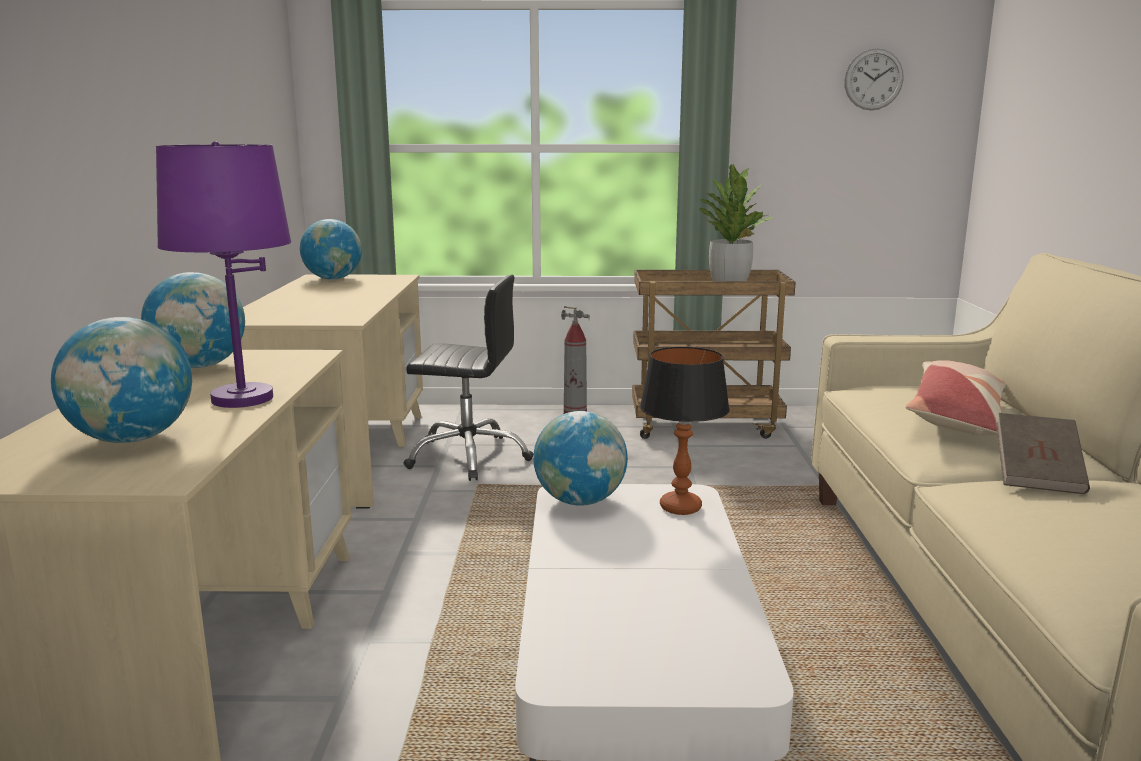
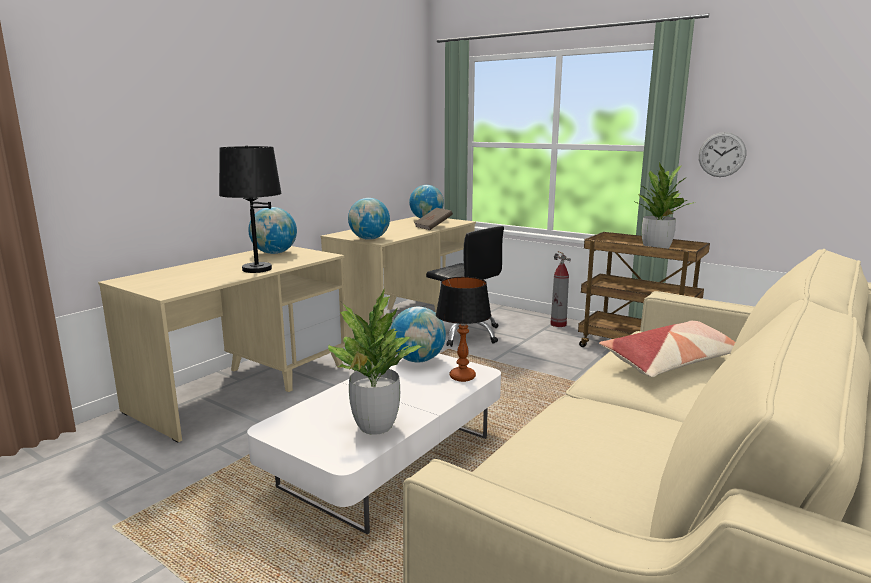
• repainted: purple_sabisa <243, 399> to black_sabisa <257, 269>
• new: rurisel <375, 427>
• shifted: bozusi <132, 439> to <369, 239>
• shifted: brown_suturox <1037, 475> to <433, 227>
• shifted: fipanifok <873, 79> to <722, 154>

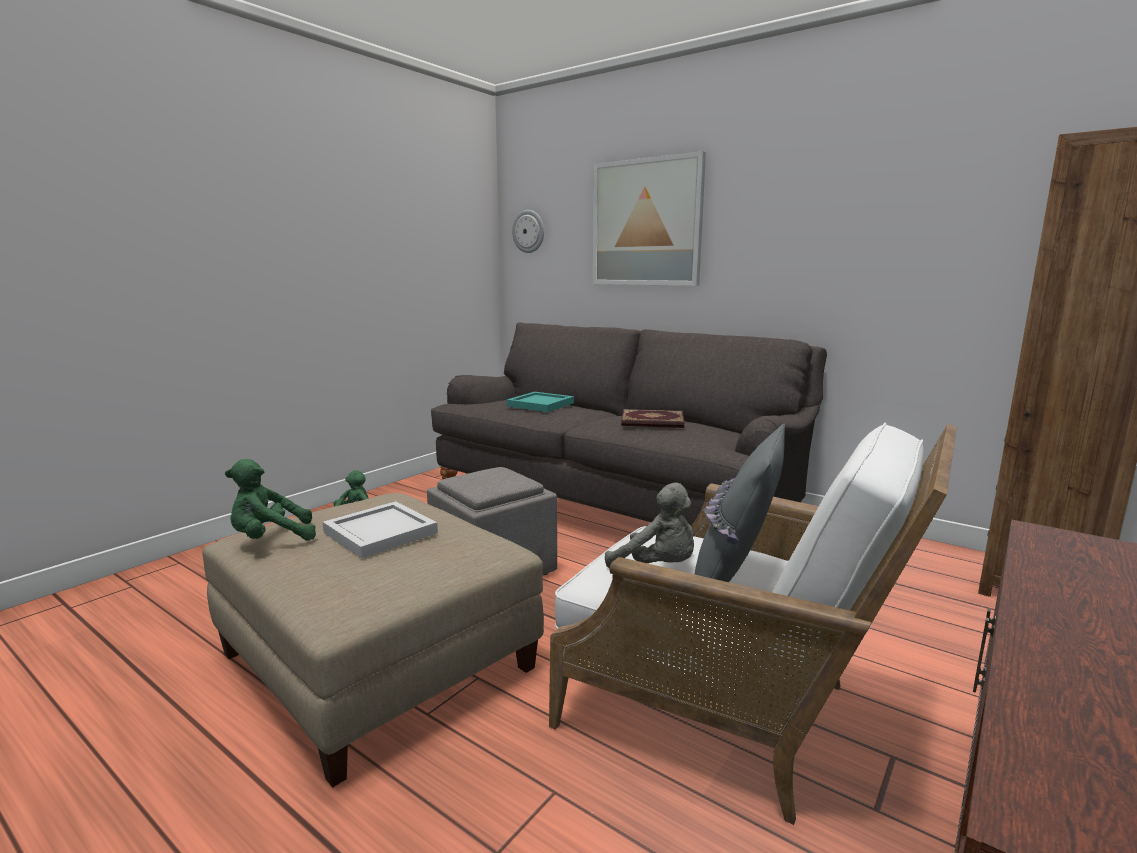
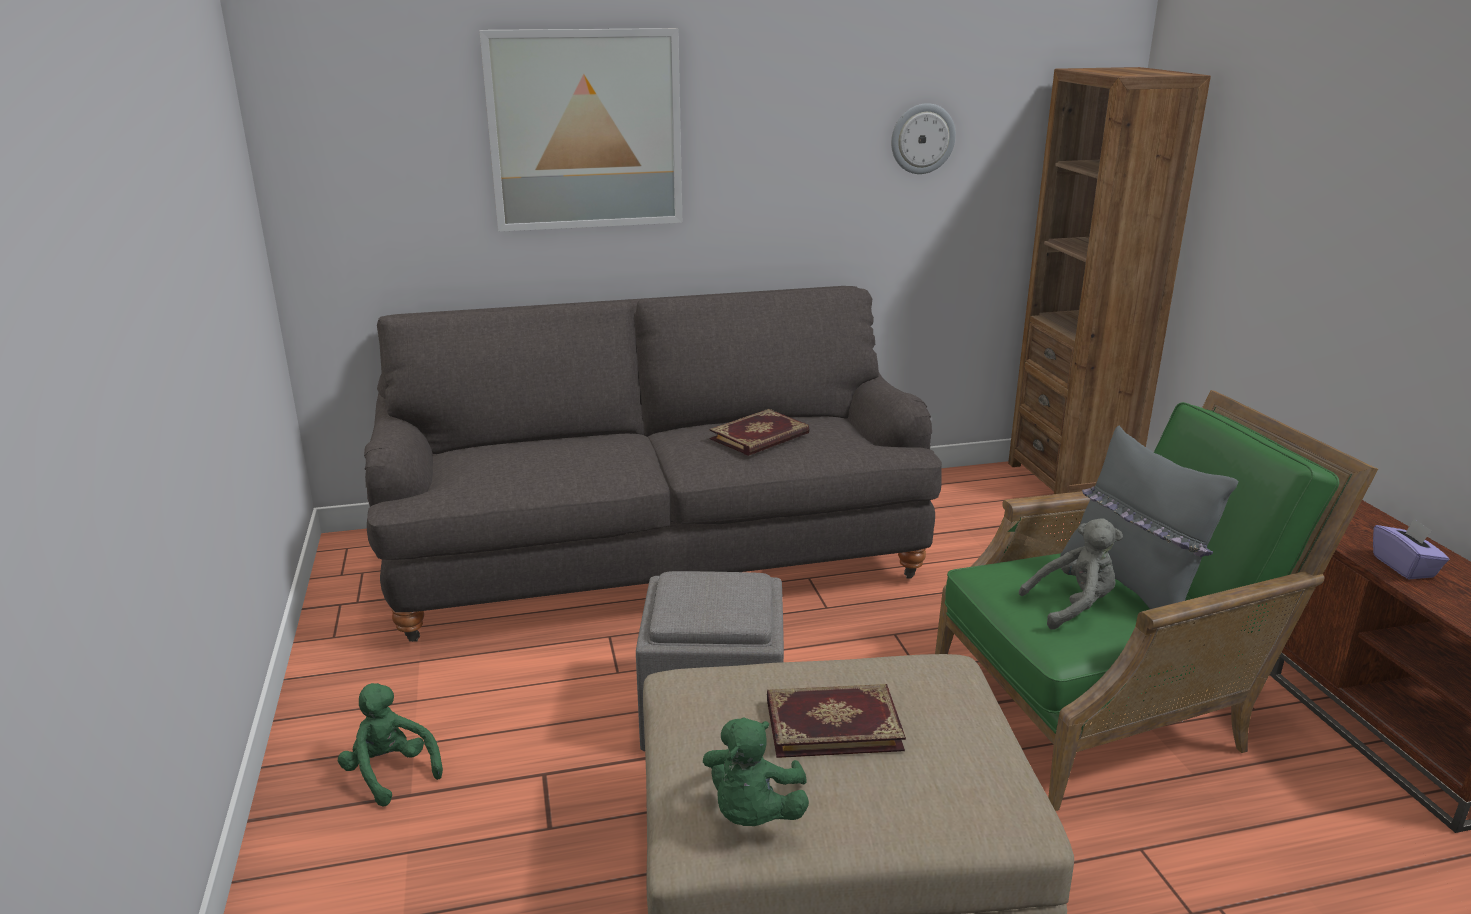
• swapped: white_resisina <382, 533> to suturox <833, 723>
• shifted: fipanifok <529, 231> to <922, 138>
• repainted: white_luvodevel <730, 712> to green_luvodevel <1108, 705>
• new: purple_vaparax <1404, 567>
• gone: turquoise_resisina <540, 405>

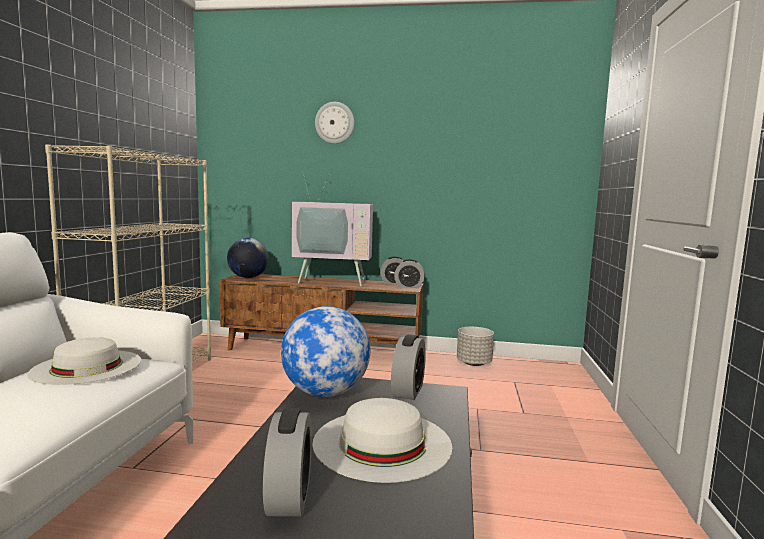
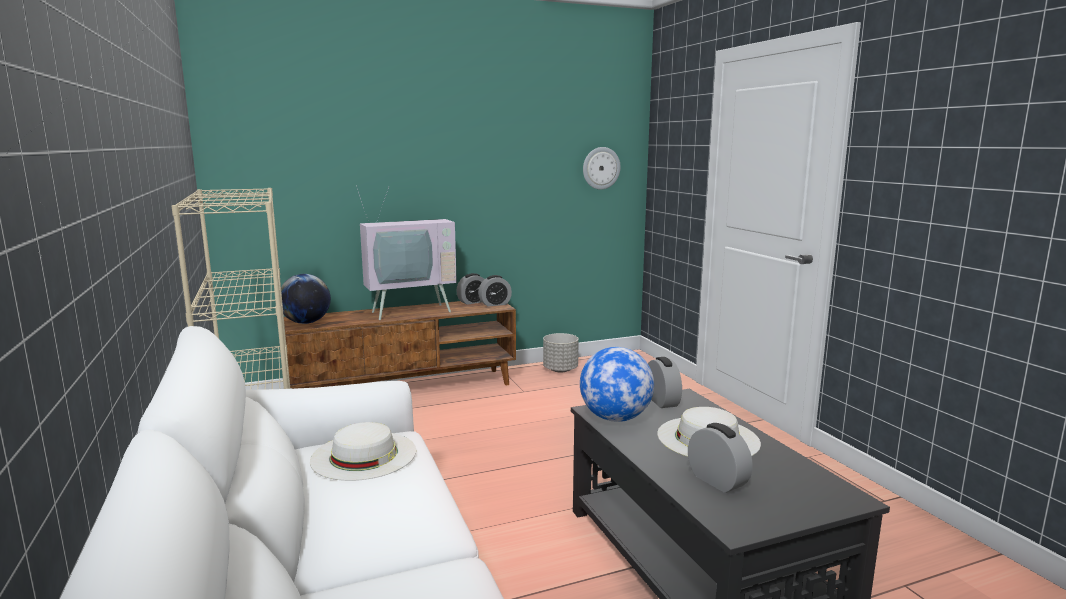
• shifted: fipanifok <334, 123> to <601, 168>

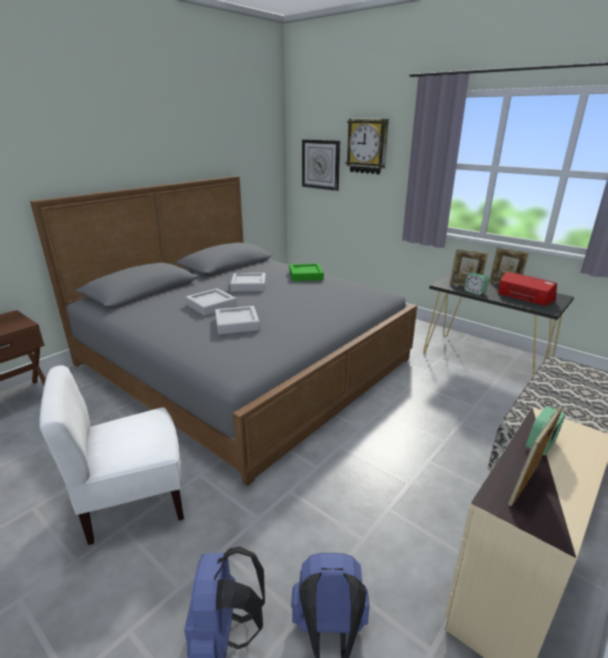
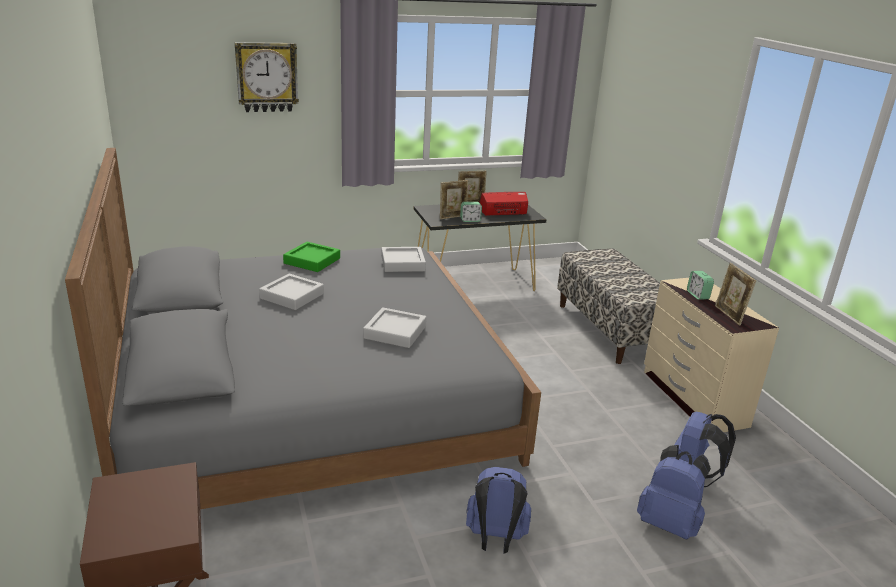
• shifted: grey_resisina <211, 305> to <403, 263>
• swapped: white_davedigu <133, 502> to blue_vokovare <495, 540>
• gone: fipanifok <321, 164>

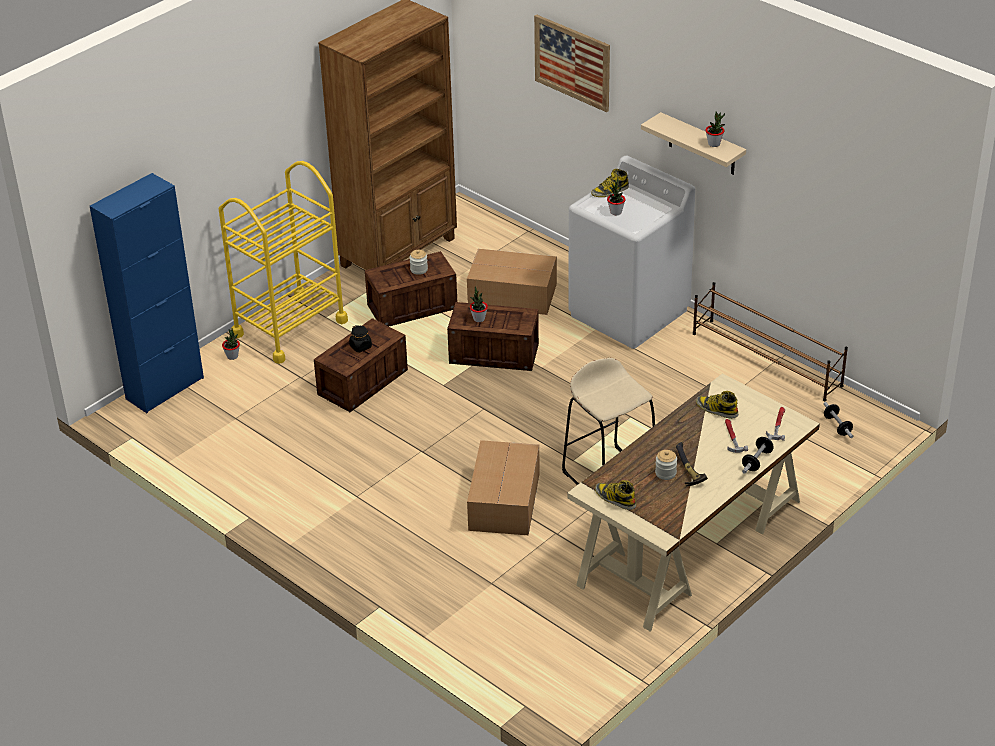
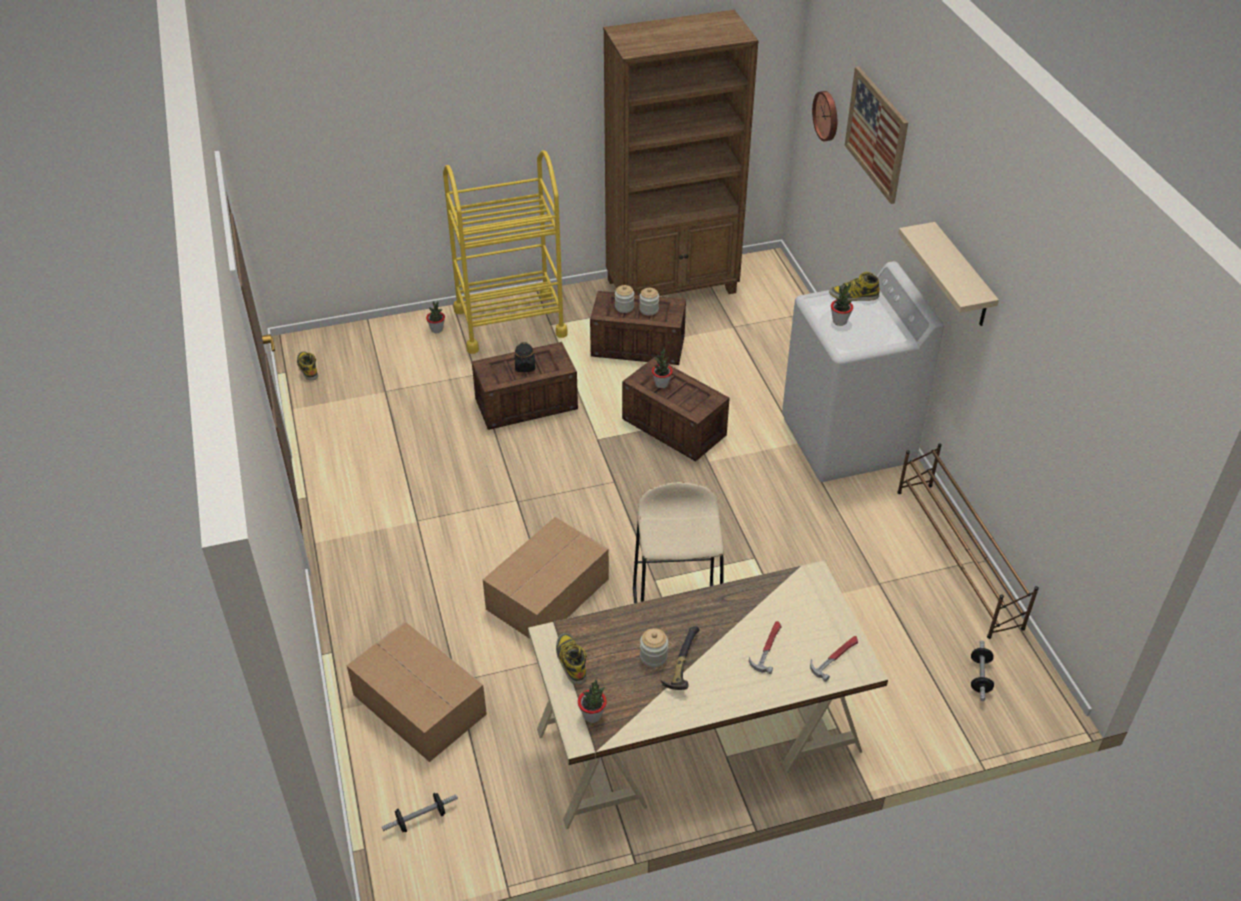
• shifted: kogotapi <716, 409> to <307, 368>
• shifted: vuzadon <513, 295> to <420, 706>
• shifted: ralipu <757, 461> to <421, 818>
• shifted: rurisel <714, 144> to <592, 715>
• new: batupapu <624, 307>
• new: fipanifok <827, 115>
• gone: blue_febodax <165, 388>

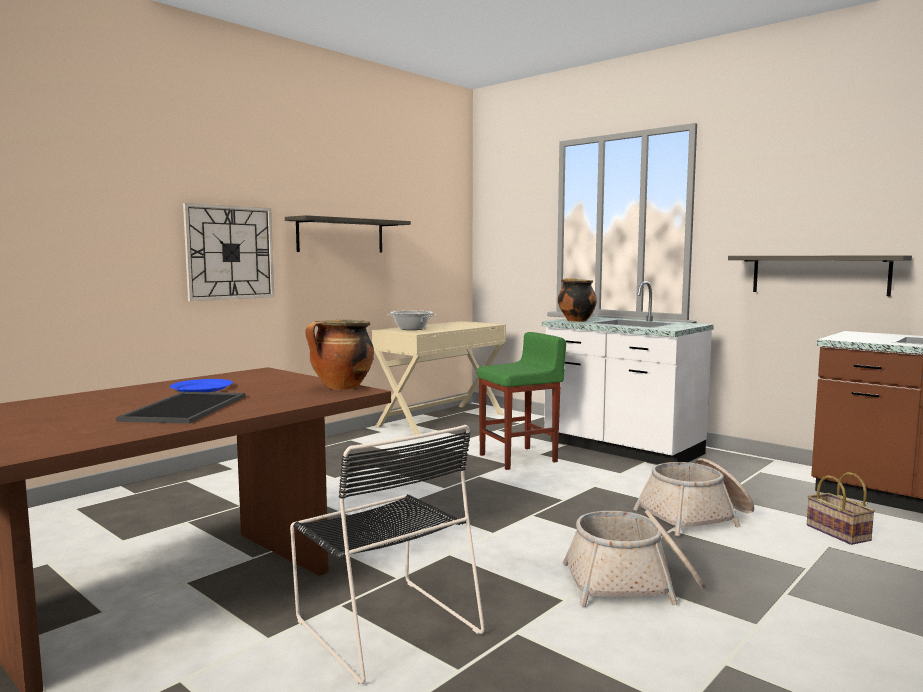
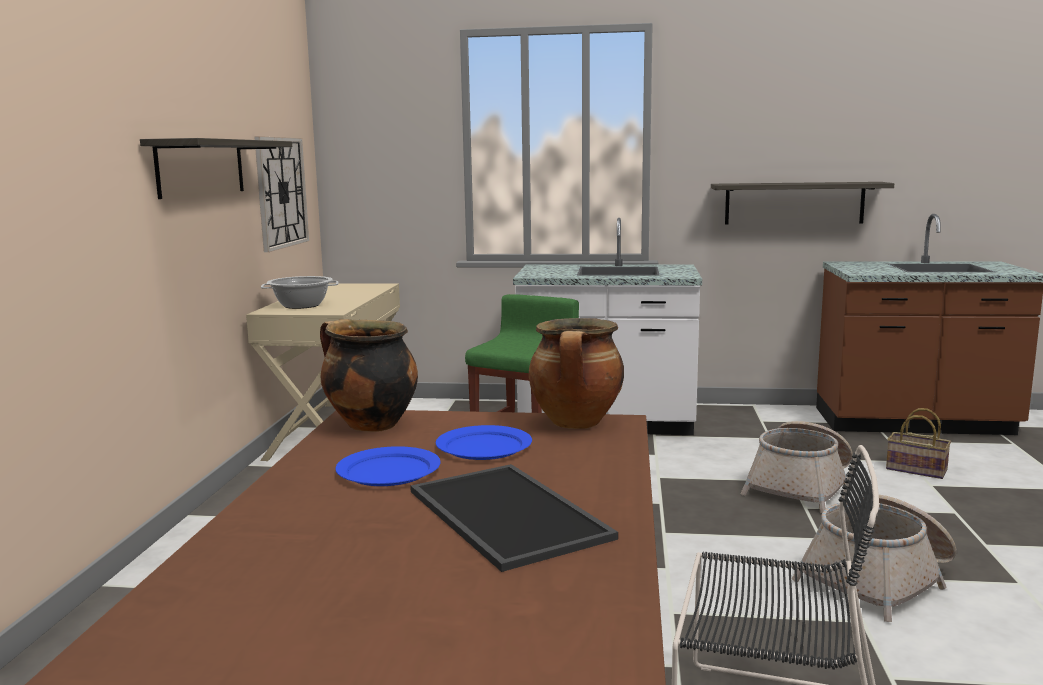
• shifted: fipanifok <230, 252> to <281, 192>
• shifted: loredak <575, 320> to <369, 425>
• new: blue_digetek <483, 447>

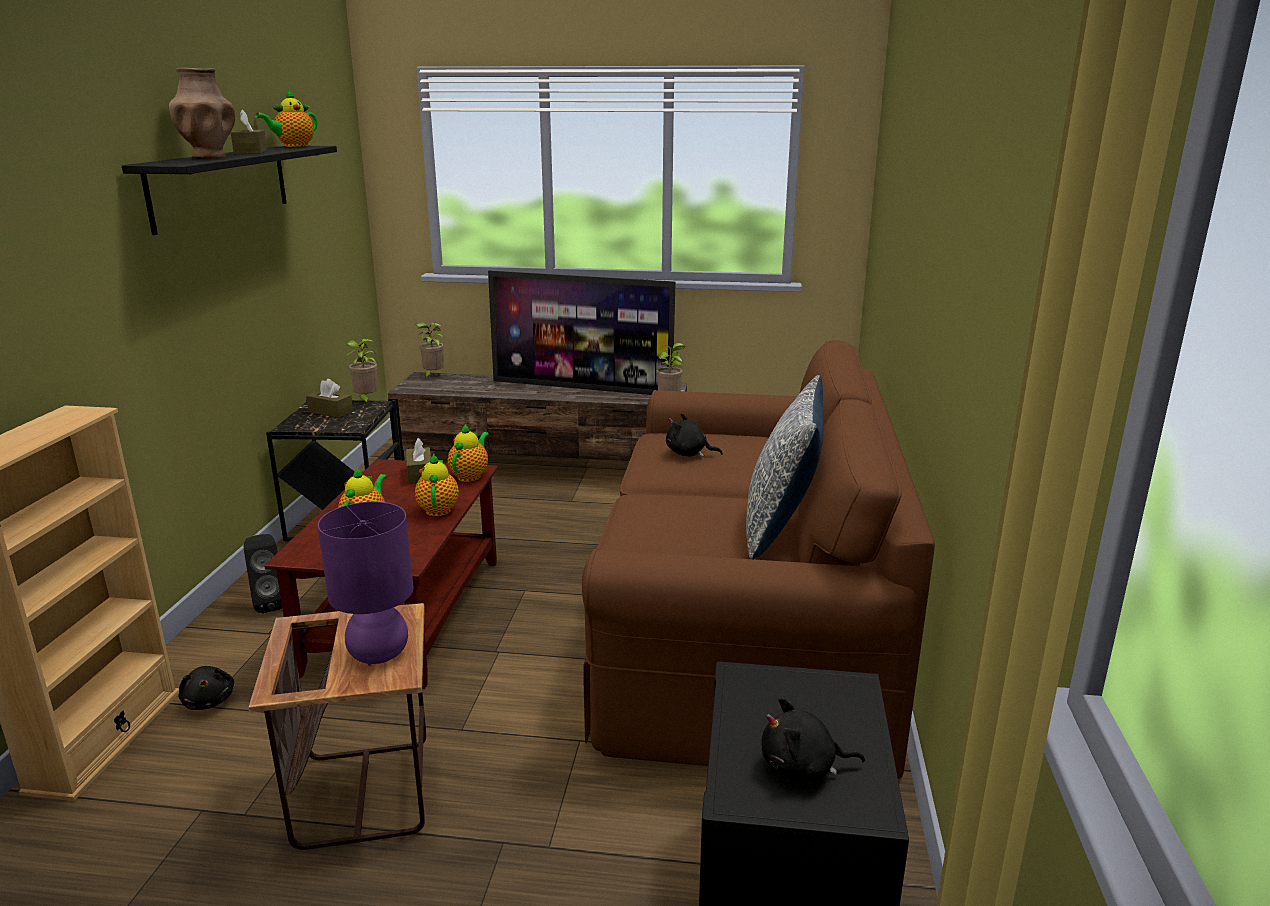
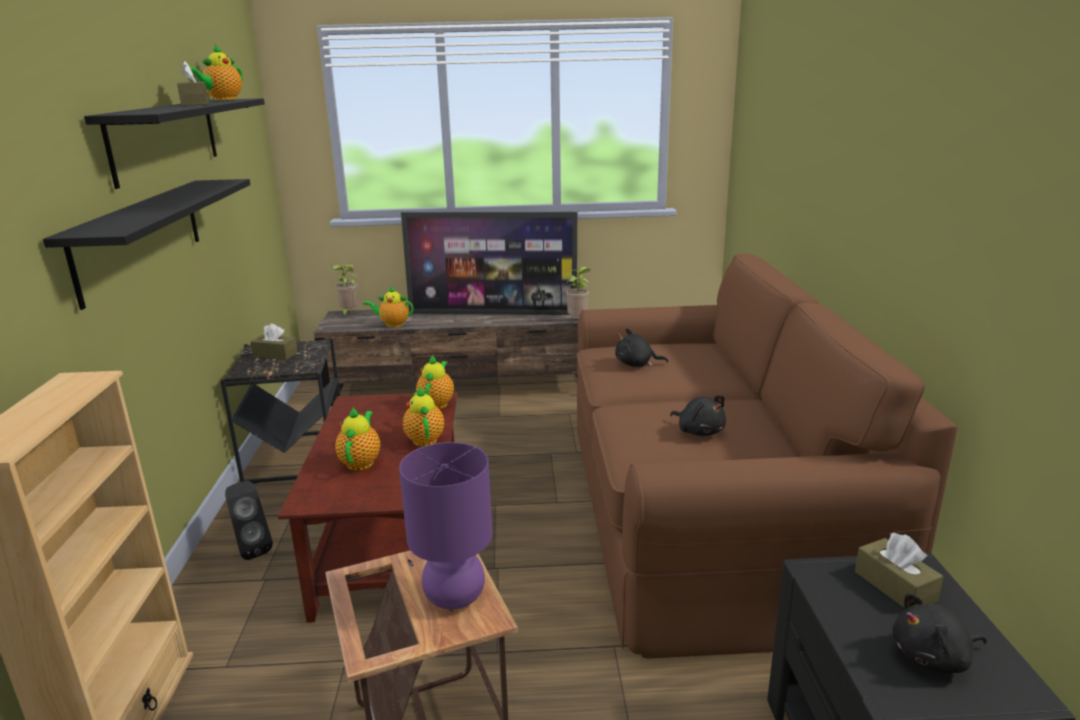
• new: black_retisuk <140, 237>
• new: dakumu <392, 324>
• shifted: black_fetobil <209, 701> to <699, 431>
• shifted: brown_vaparax <420, 474> to <895, 586>
• gone: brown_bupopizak <209, 157>
• gone: rurisel <366, 400>
• gone: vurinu <781, 527>

